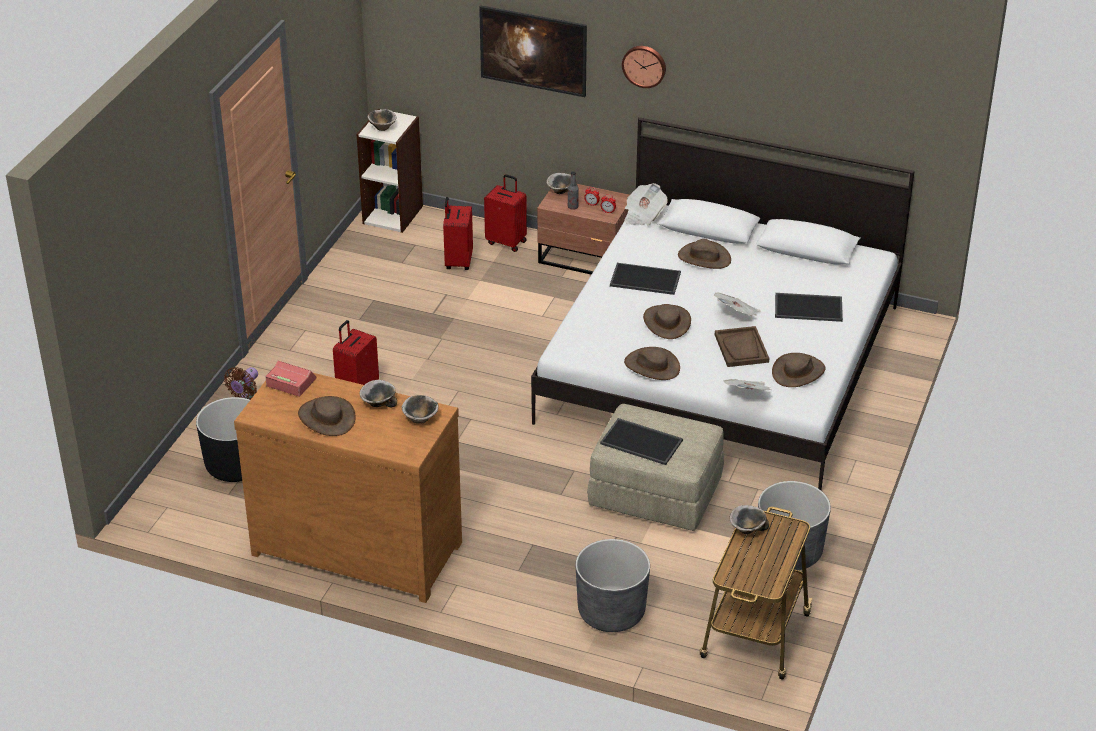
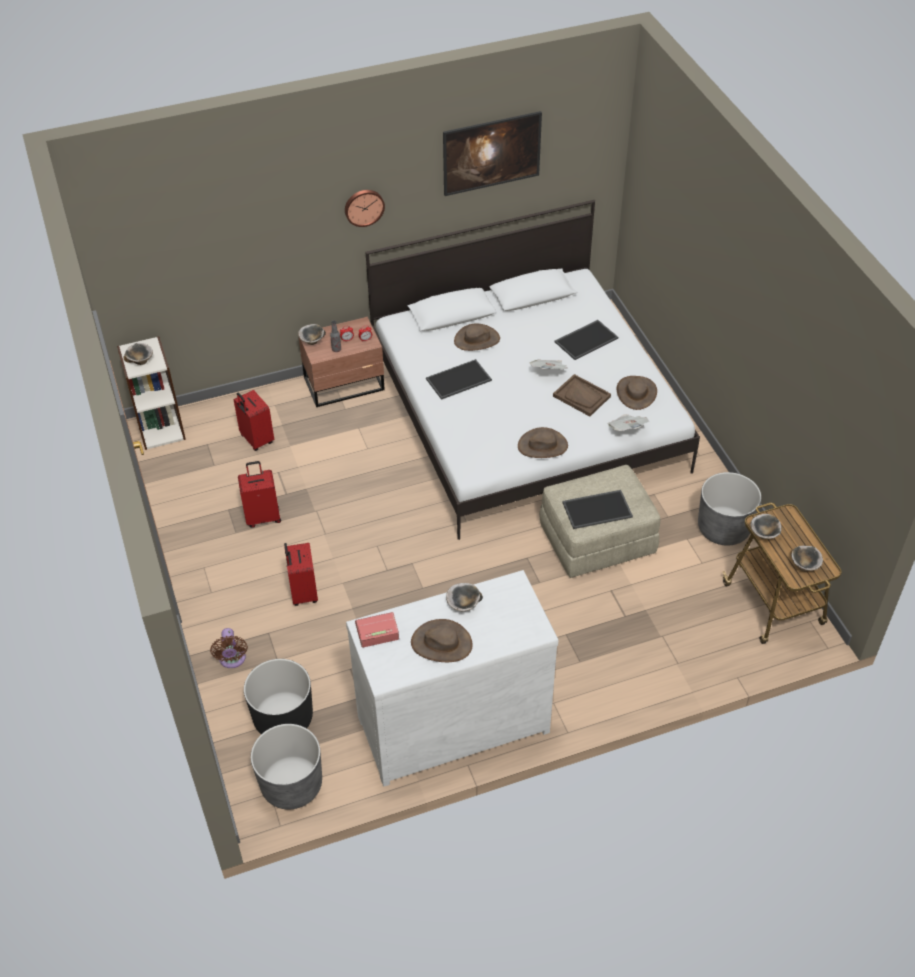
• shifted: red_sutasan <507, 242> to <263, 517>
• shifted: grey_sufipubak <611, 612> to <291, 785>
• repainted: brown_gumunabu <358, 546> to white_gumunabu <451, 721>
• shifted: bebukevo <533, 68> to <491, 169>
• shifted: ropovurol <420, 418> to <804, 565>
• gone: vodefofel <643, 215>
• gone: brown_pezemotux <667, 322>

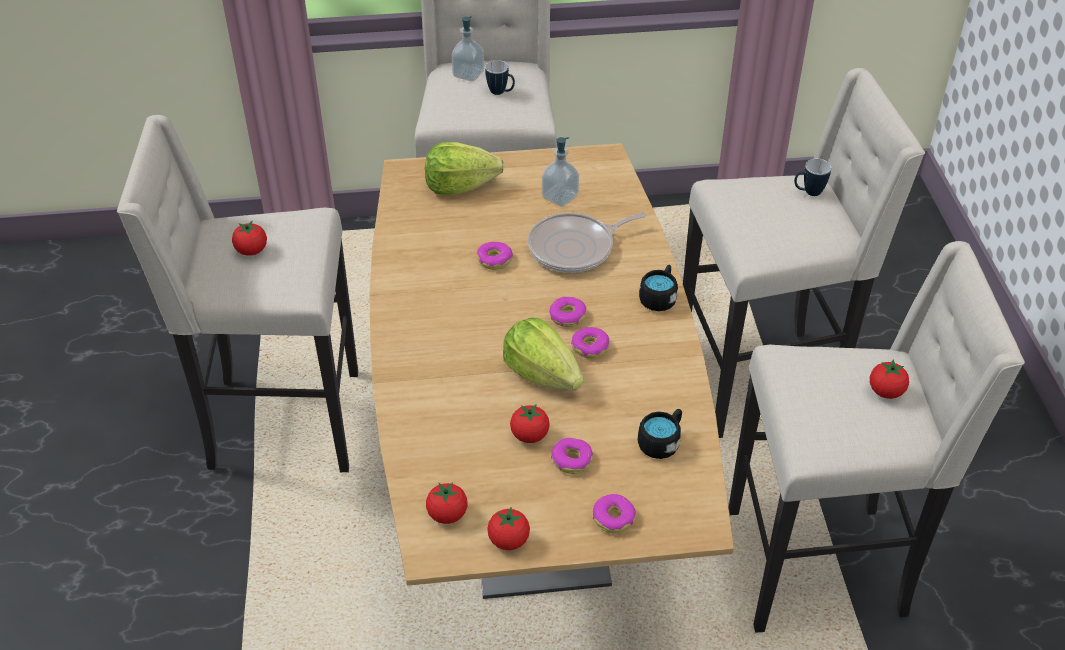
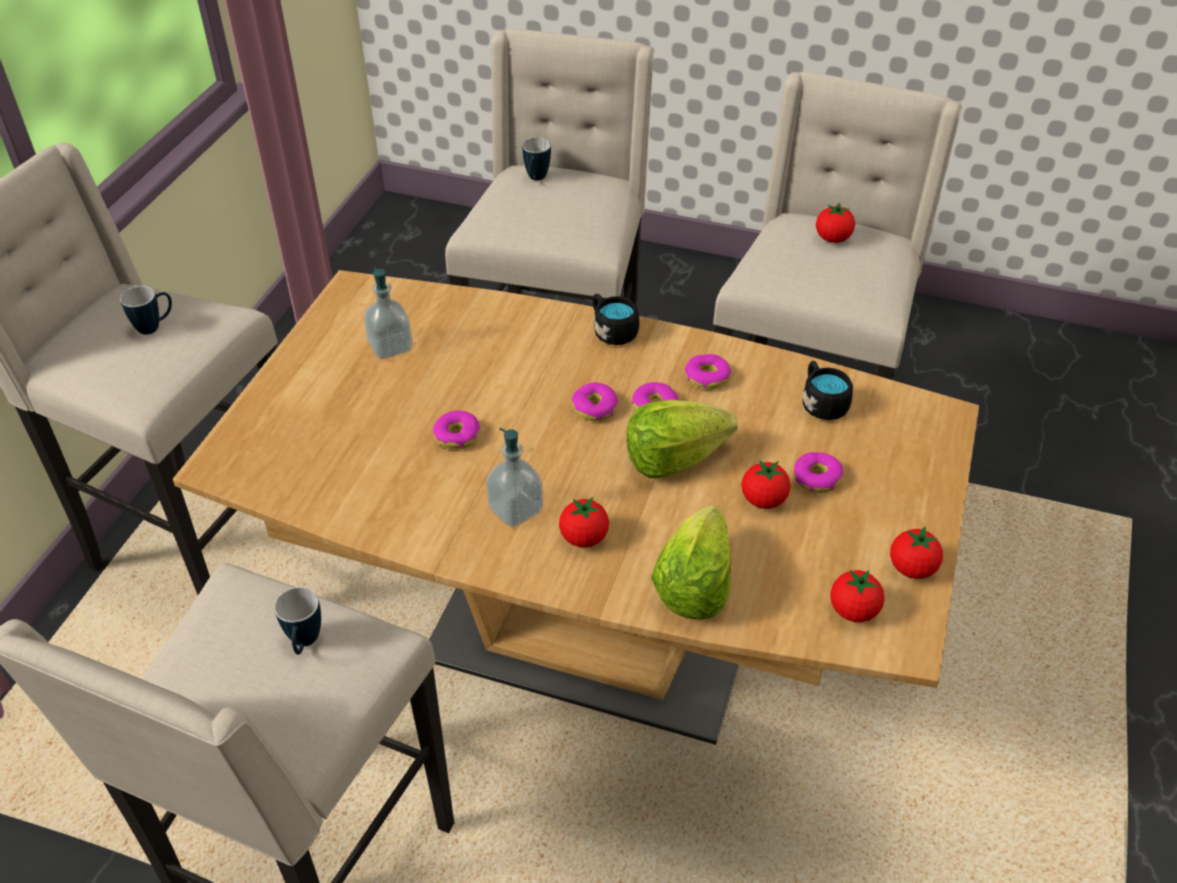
• new: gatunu <304, 644>
• shifted: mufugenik <468, 74> to <515, 509>
• shifted: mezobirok <251, 250> to <584, 538>
• shifted: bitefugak <460, 186> to <694, 585>
• shifted: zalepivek <613, 518> to <707, 377>
• gone: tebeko <575, 248>

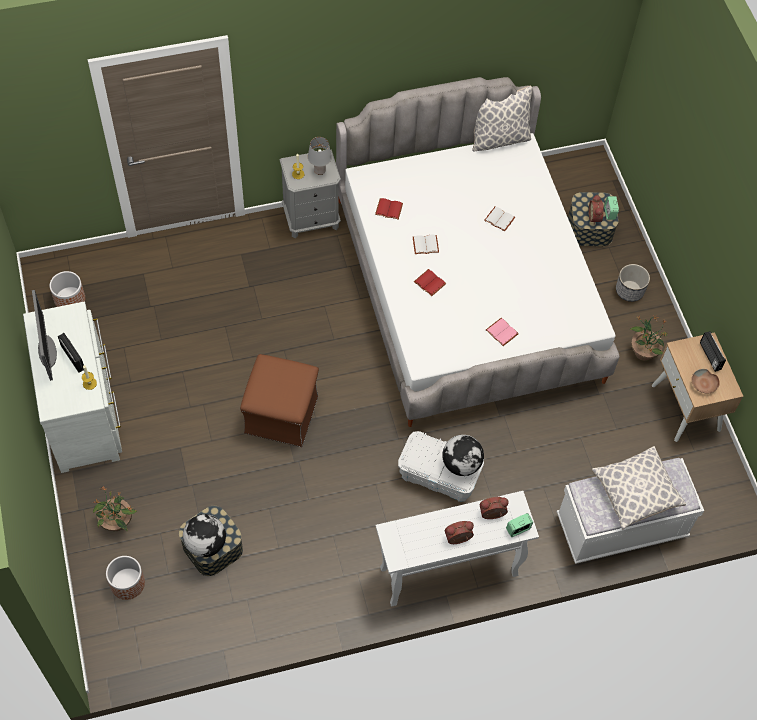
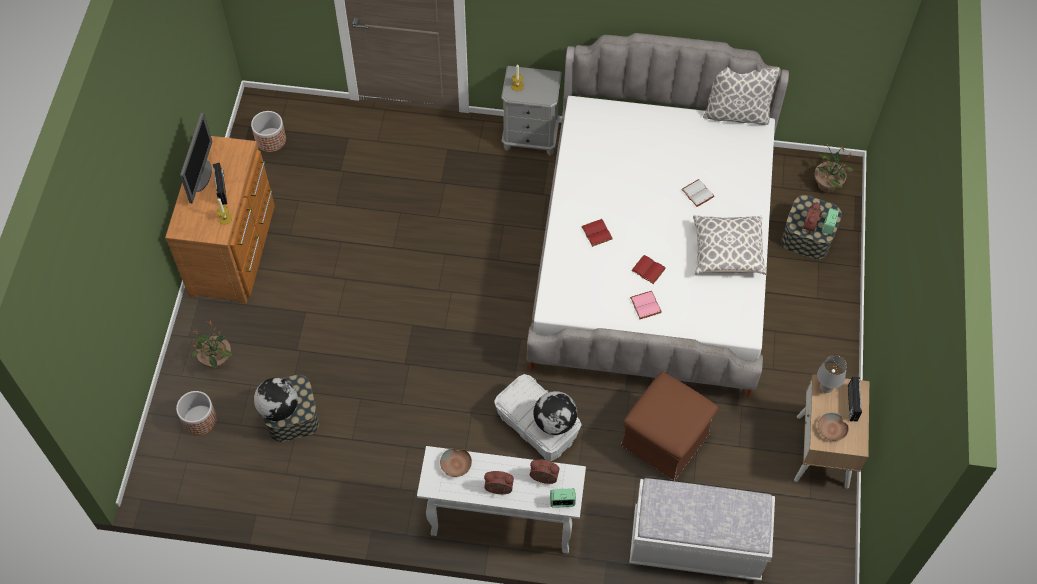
• repainted: white_gumunabu <85, 413> to brown_gumunabu <235, 249>
• new: brown_ropovurol <456, 465>
• shifted: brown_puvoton <281, 414> to <665, 439>
• shifted: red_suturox <389, 209> to <649, 269>
• shifted: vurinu <635, 493> to <727, 252>
• shifted: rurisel <643, 352> to <827, 184>
• shifted: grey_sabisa <319, 171> to <825, 388>
• gone: white_suturox <425, 246>
• gone: sufipubak <629, 291>

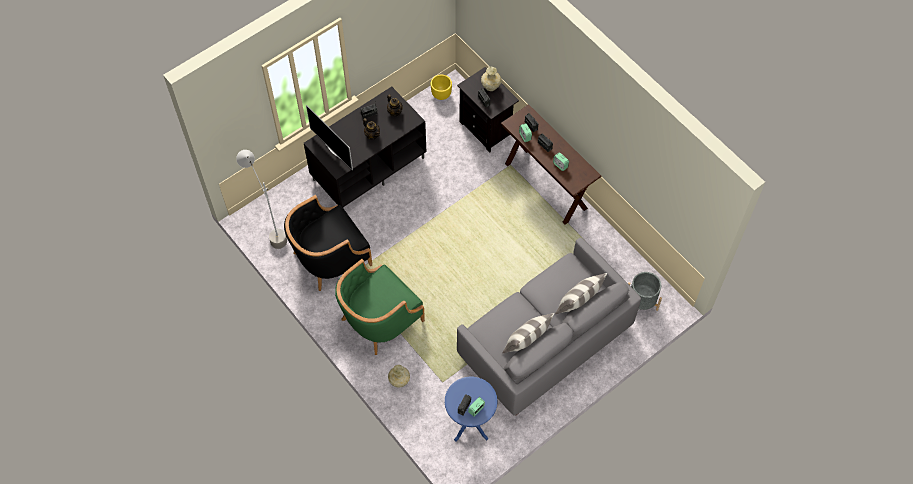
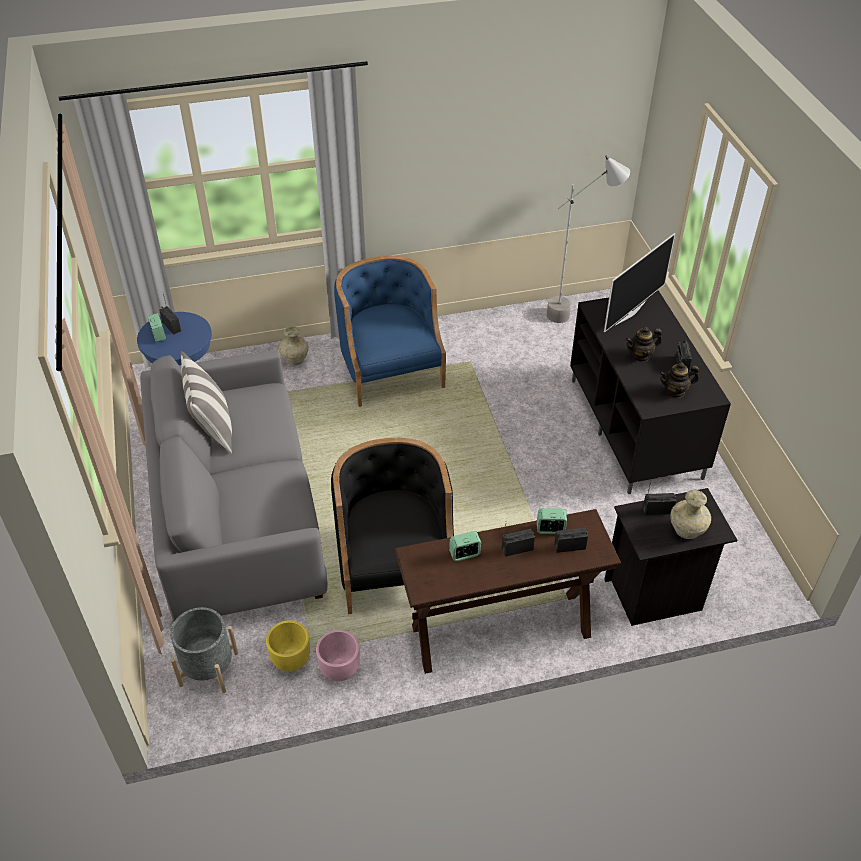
• shifted: yellow_sufipubak <441, 95> to <291, 661>
• new: pink_sufipubak <340, 670>
• shifted: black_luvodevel <329, 258> to <395, 564>
• repainted: green_luvodevel <379, 319> to blue_luvodevel <389, 368>
• rotated: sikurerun <334, 150> = <629, 312> 150 degrees clockwise
• gone: vurinu <578, 304>

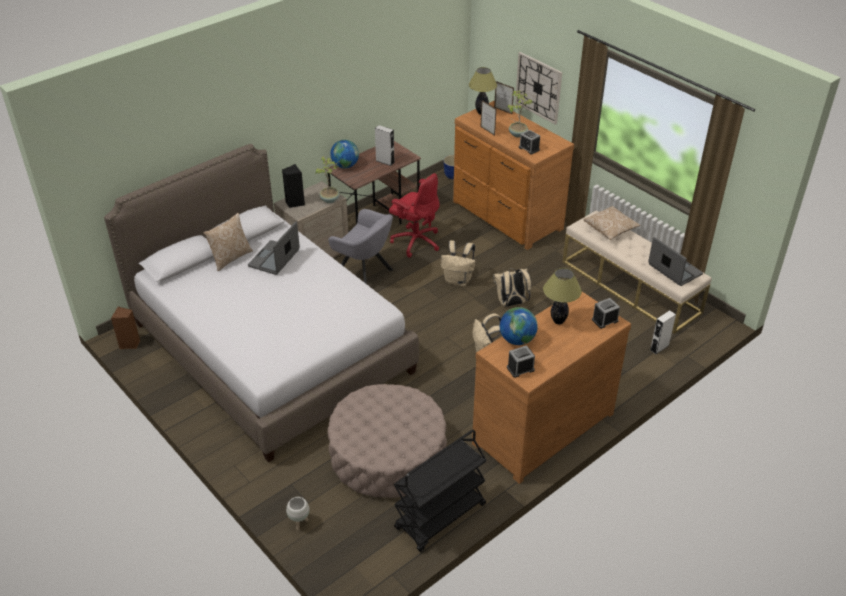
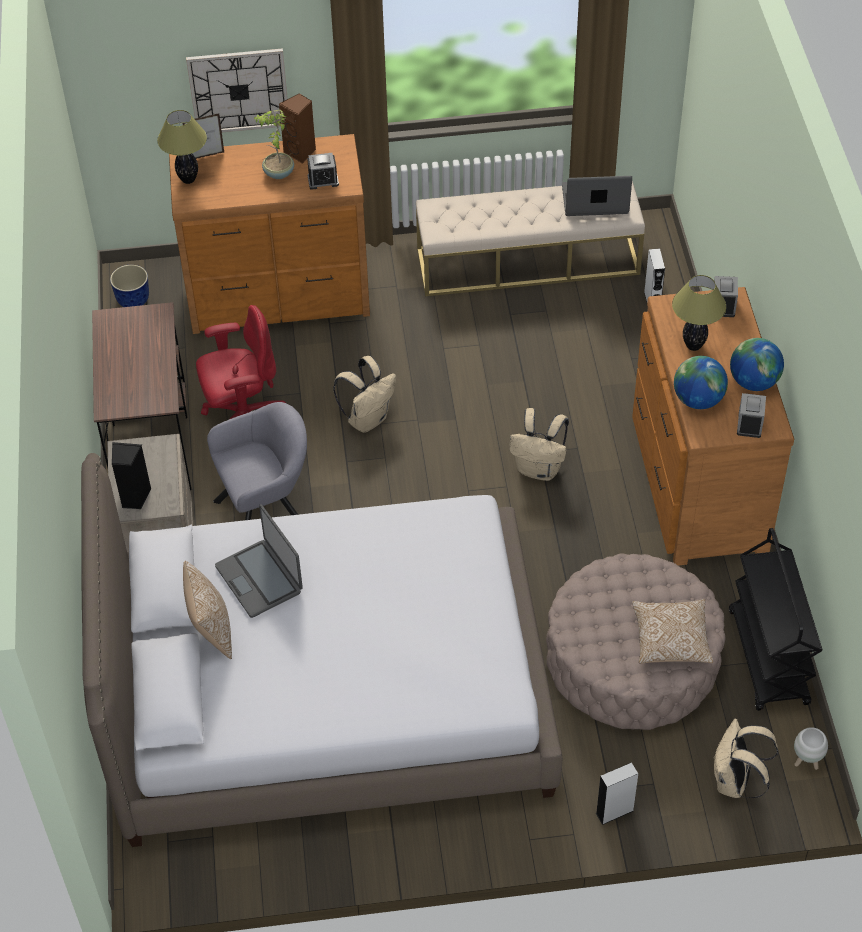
• shifted: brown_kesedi <130, 344> to <301, 152>
• shifted: grey_kesedi <385, 161> to <614, 812>
• shifted: vurinu <610, 229> to <671, 640>
• shifted: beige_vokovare <511, 304> to <735, 782>
• shifted: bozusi <345, 166> to <753, 382>
• shifted: white_sufipubak <299, 523> to <806, 762>
• gone: rurisel <330, 200>
• gone: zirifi <487, 131>

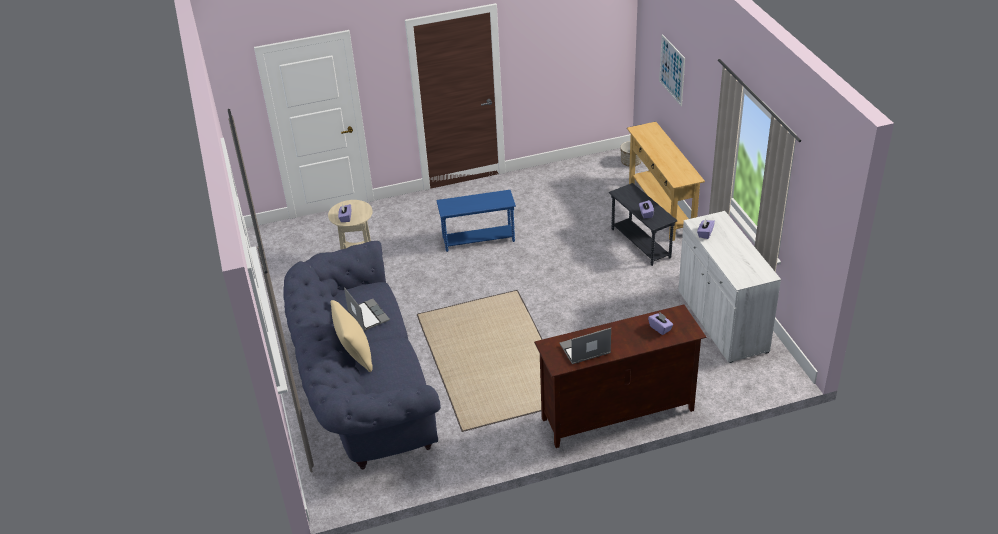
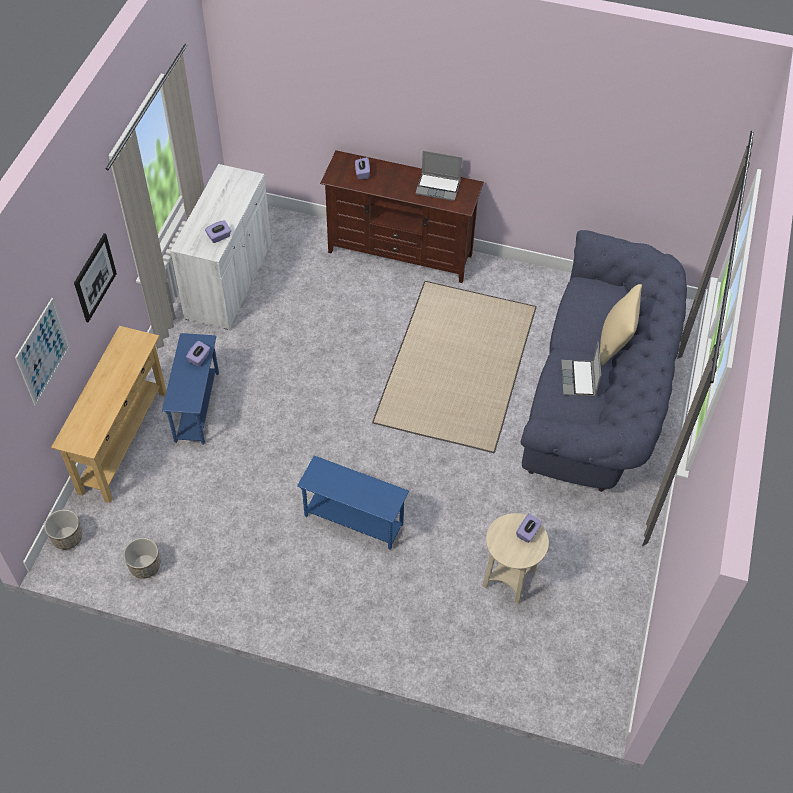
• new: bebukevo <95, 277>
• new: sufipubak <145, 566>
• repainted: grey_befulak <641, 243> to blue_befulak <196, 407>

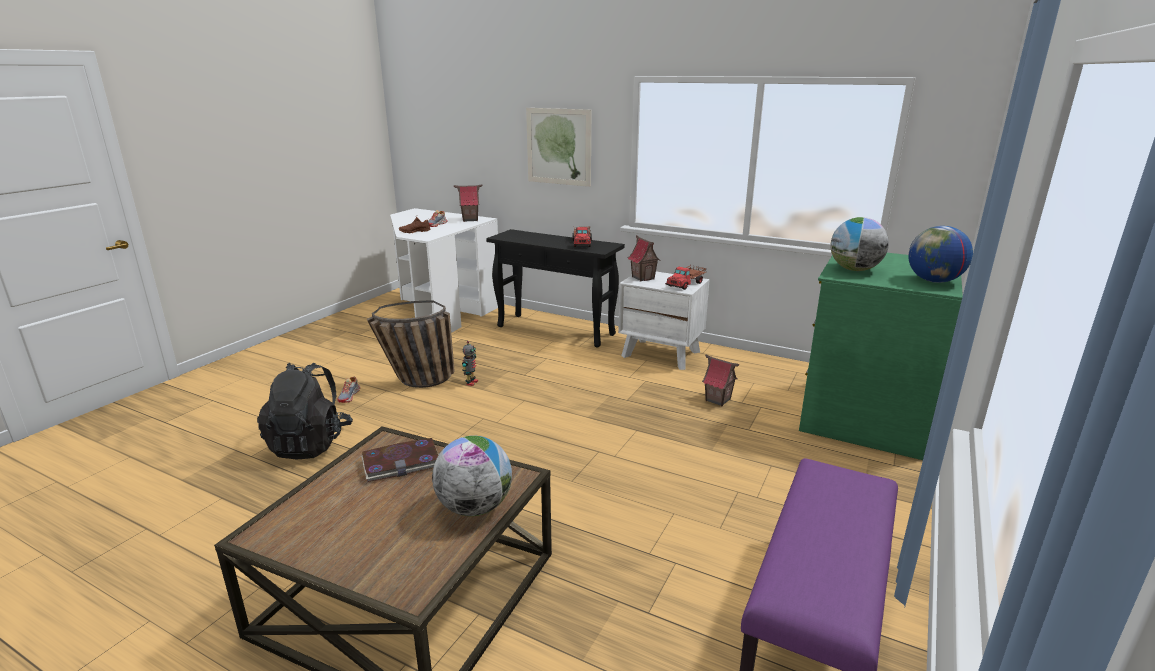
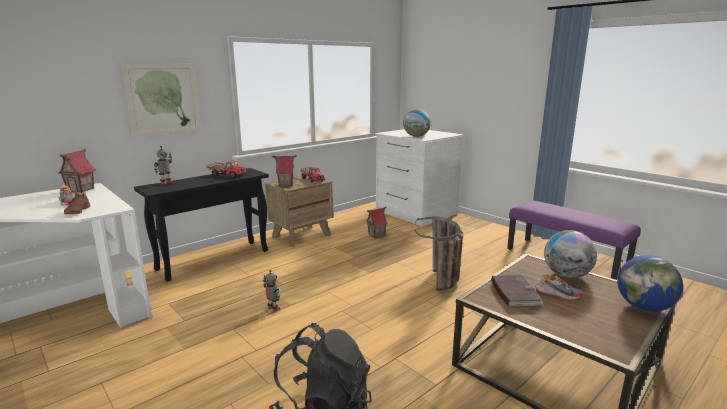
• new: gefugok <166, 183>
• repainted: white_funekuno <661, 354> to brown_funekuno <301, 235>
• repainted: green_gumunabu <862, 416> to white_gumunabu <415, 213>
• shifted: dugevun <415, 381> to <442, 285>
• shifted: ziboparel <349, 396> to <557, 293>
• shifted: bozusi <934, 281> to <644, 307>

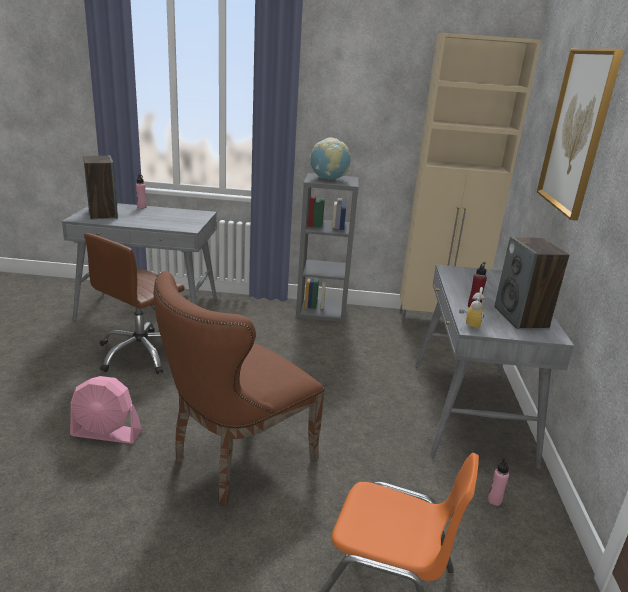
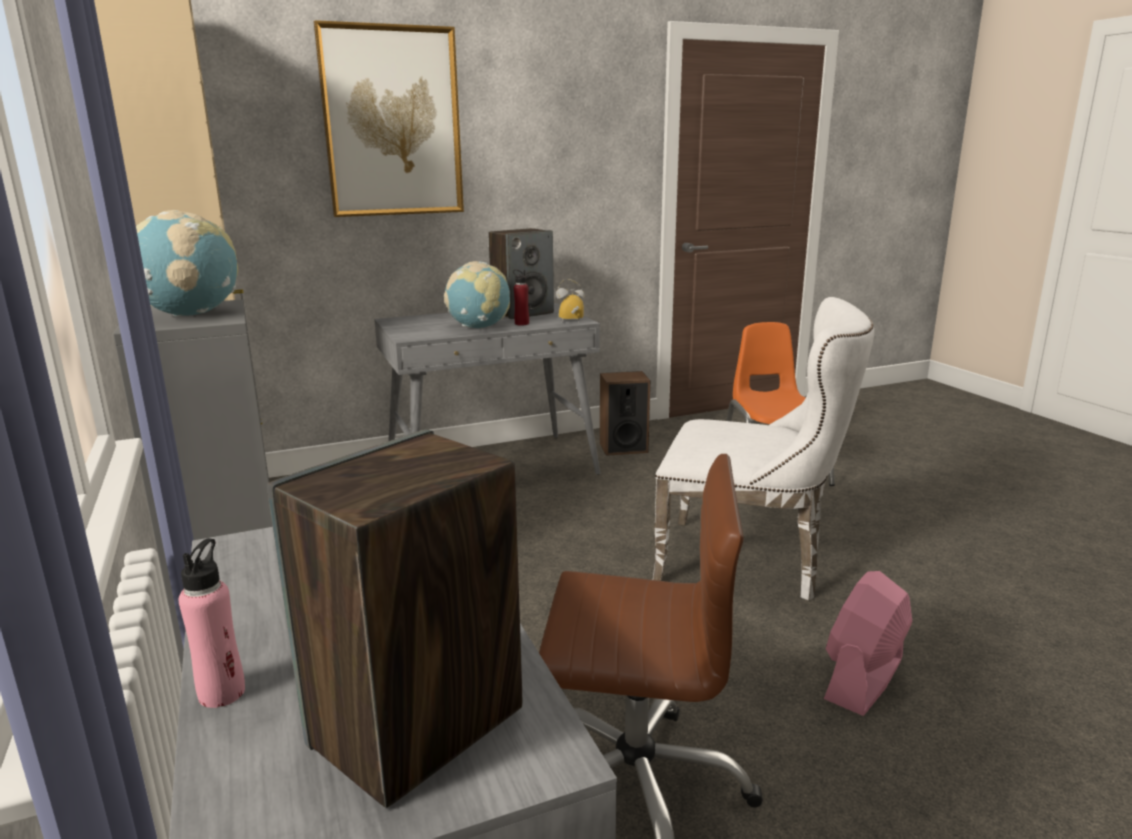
• new: bozusi <479, 327>
• swapped: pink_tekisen <494, 500> to kesedi <623, 448>
• repainted: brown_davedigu <236, 460> to white_davedigu <751, 562>
• rotated: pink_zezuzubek <106, 433> = <863, 679> 120 degrees counterclockwise

